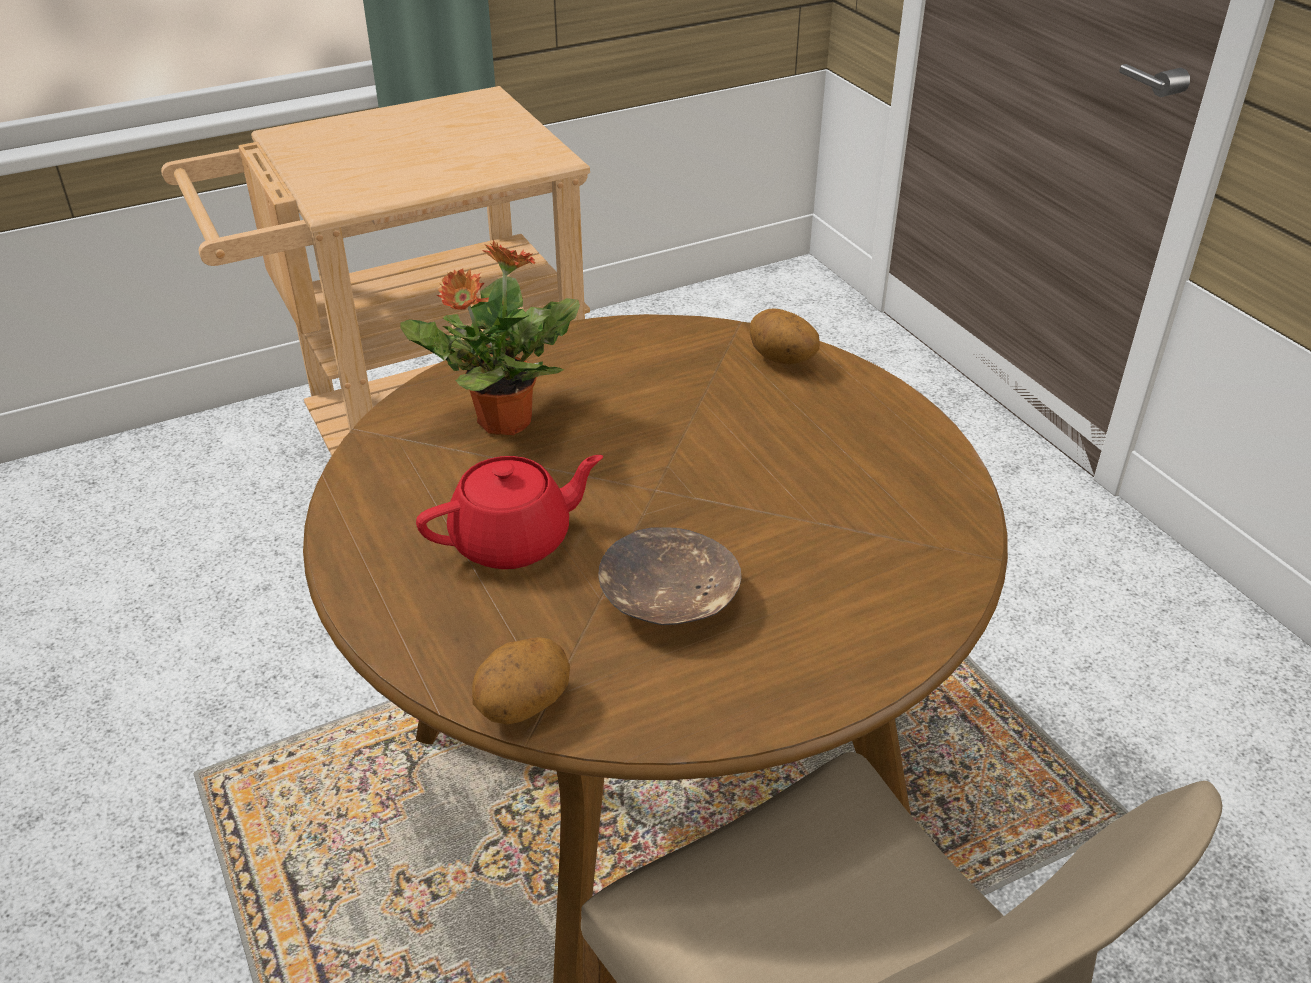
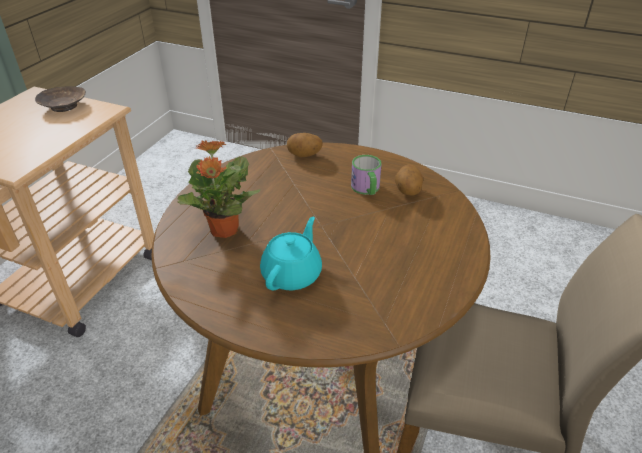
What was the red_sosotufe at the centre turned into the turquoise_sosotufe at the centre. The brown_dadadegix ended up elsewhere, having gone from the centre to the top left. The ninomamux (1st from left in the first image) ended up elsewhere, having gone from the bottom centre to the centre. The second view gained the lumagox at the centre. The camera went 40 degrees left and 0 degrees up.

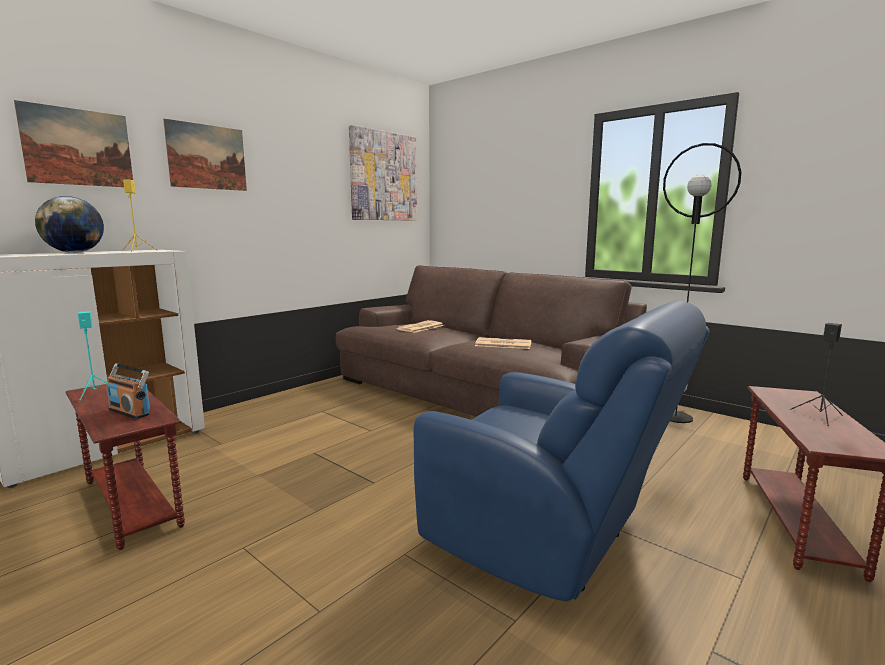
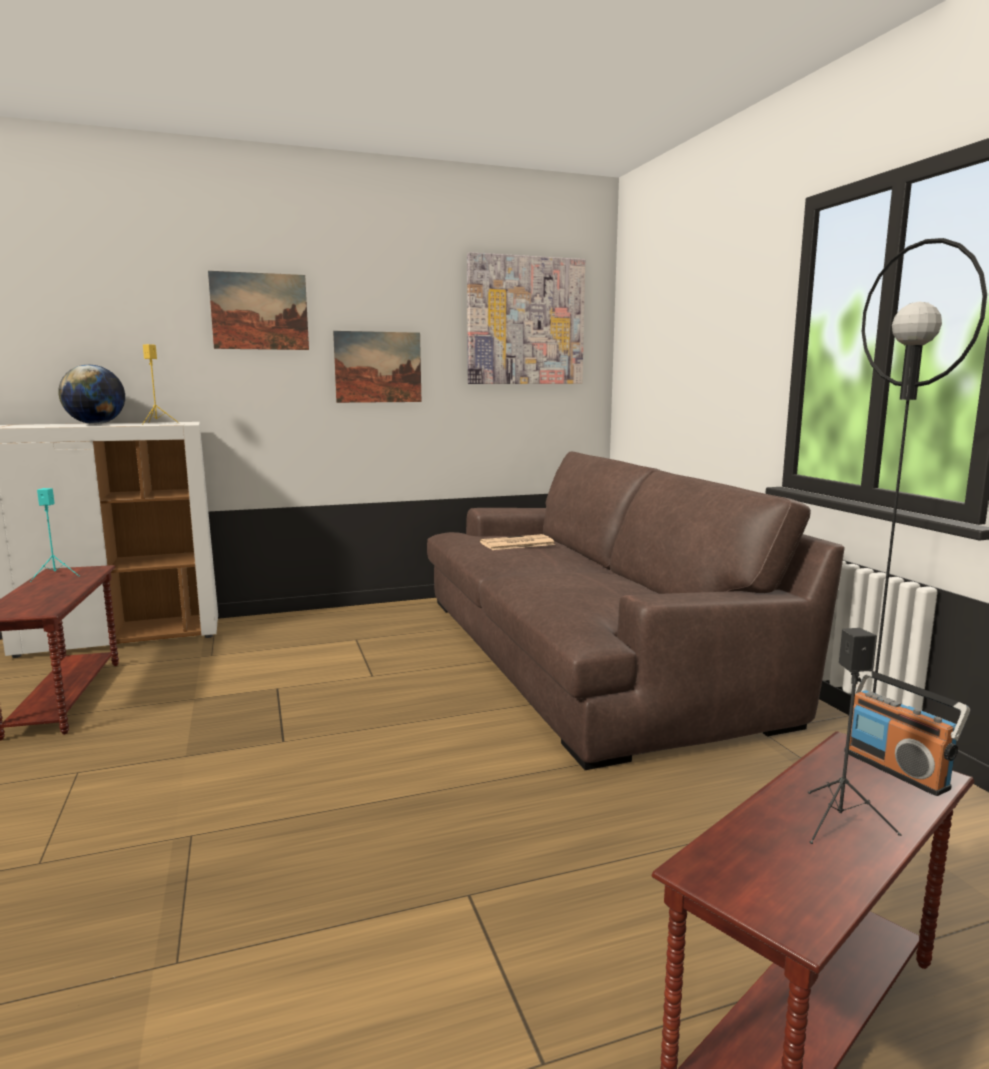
The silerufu (1st from left in the first image) ended up elsewhere, having gone from the top left to the centre. The second view lost the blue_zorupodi at the bottom centre. The second view lost the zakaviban (2nd from left) at the centre. The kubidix ended up elsewhere, having gone from the middle left to the bottom right. The camera went 30 degrees right and 0 degrees up.

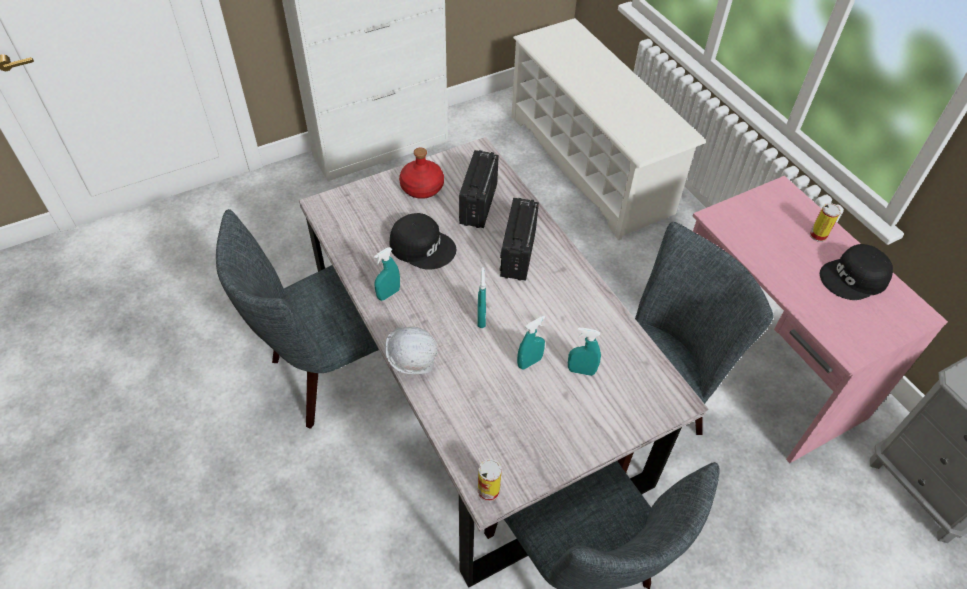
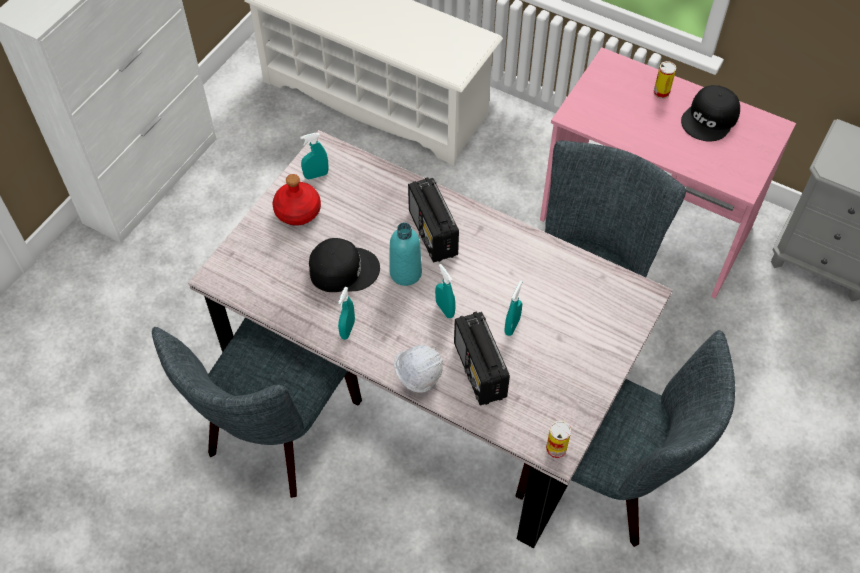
The kubidix (1st from left in the first image) ended up elsewhere, having gone from the top centre to the centre. The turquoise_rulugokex (4th from left in the first image) ended up elsewhere, having gone from the centre to the top centre. The second view gained the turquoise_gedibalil at the centre. The camera went 30 degrees left and 5 degrees up.

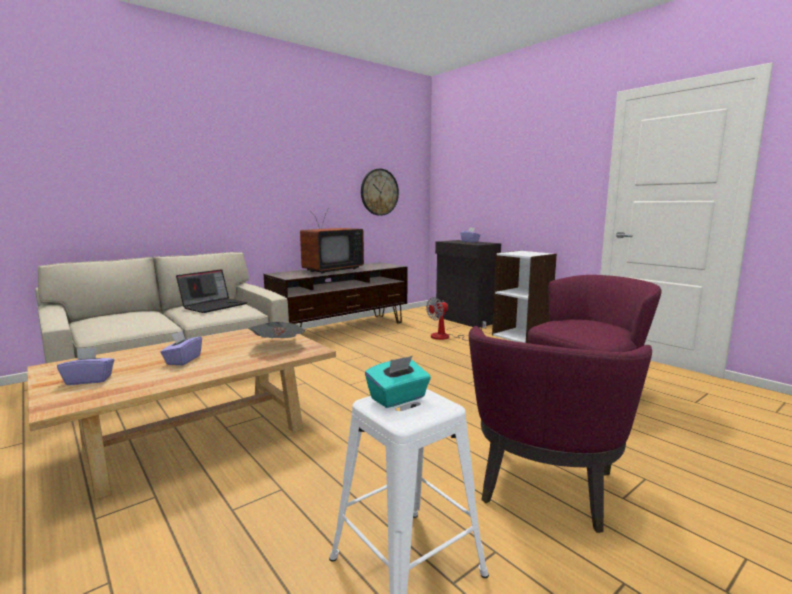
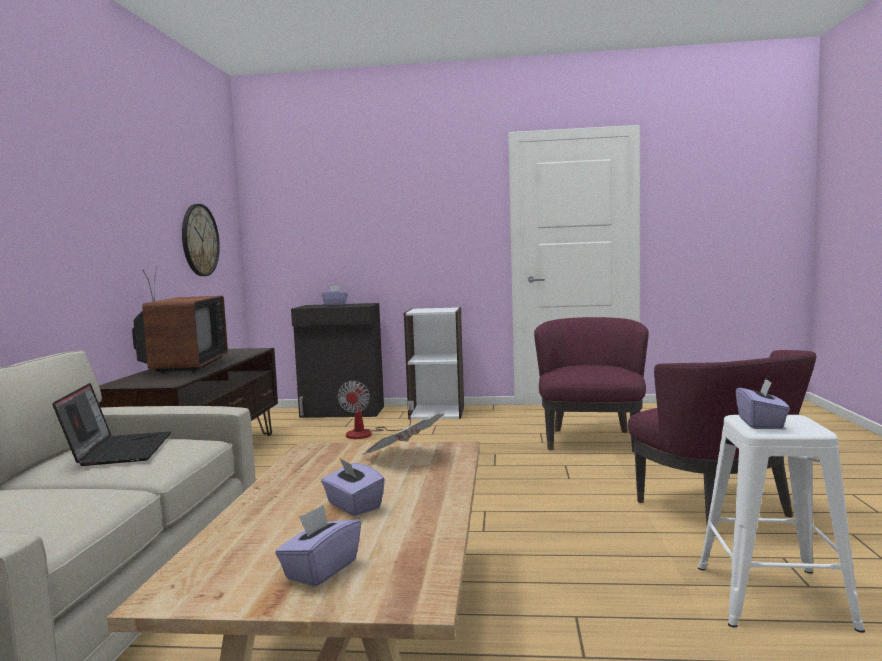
What was the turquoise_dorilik at the centre turned into the purple_dorilik (4th from left) at the middle right. The camera went 45 degrees left and 5 degrees down.

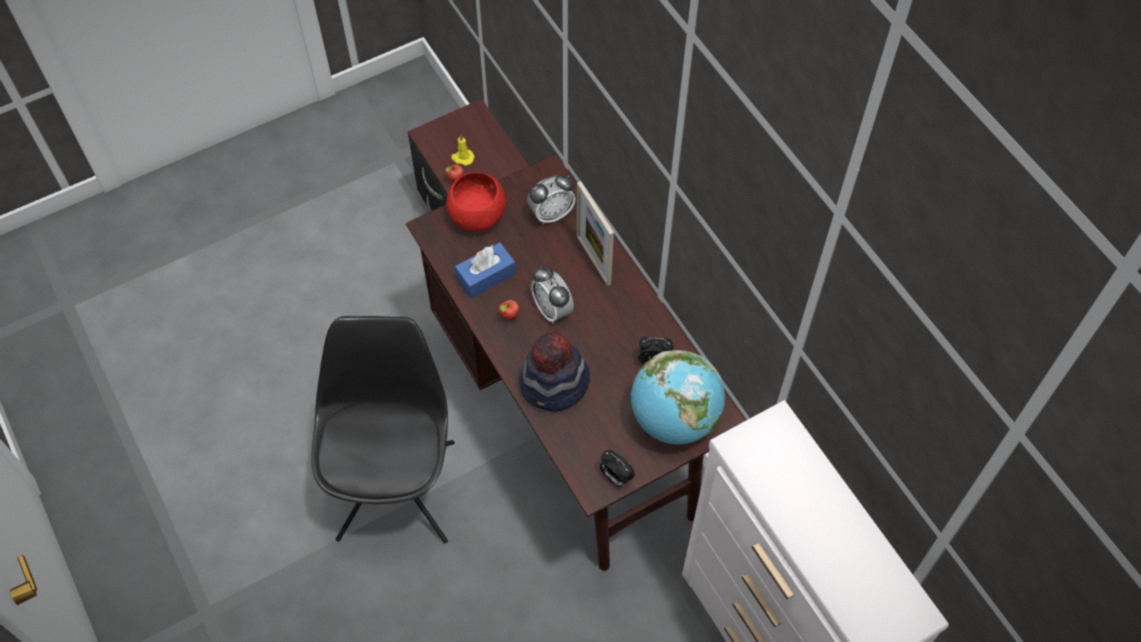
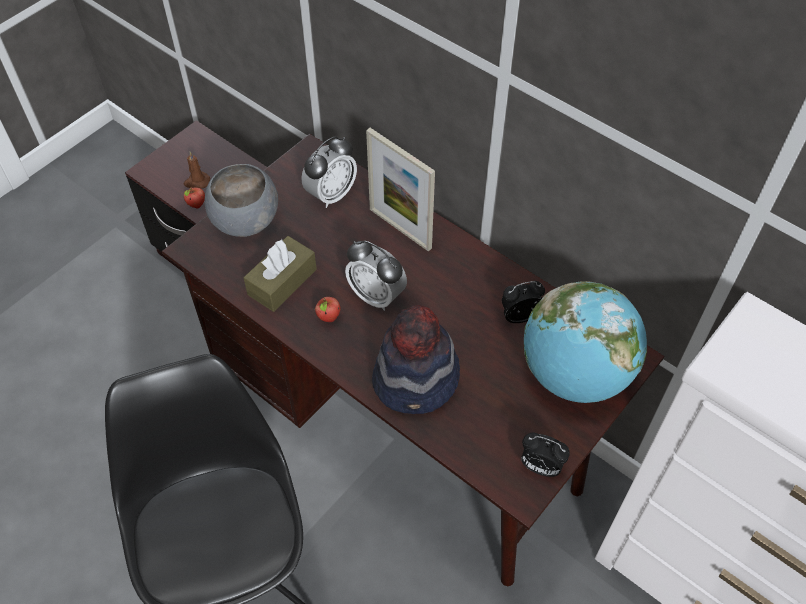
What was the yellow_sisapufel at the top centre turned into the brown_sisapufel at the top left. What was the red_dadadegix at the top centre turned into the grey_dadadegix at the top left. What was the blue_dorilik at the centre turned into the brown_dorilik at the centre. The camera went 20 degrees left and 5 degrees down.

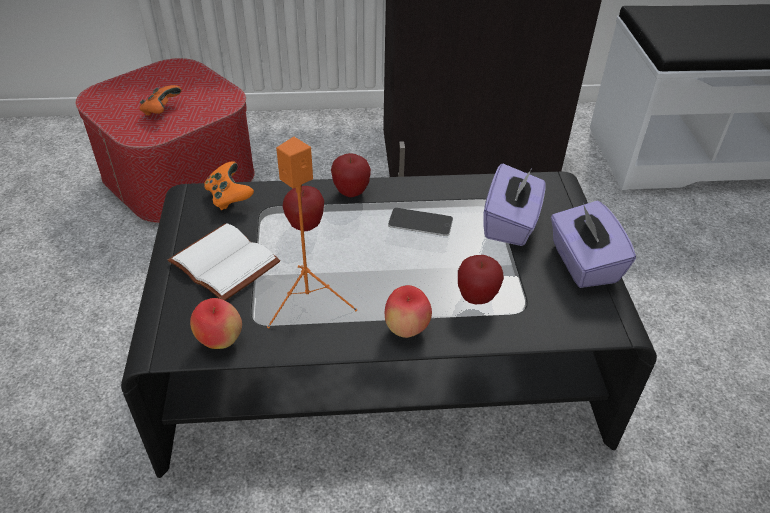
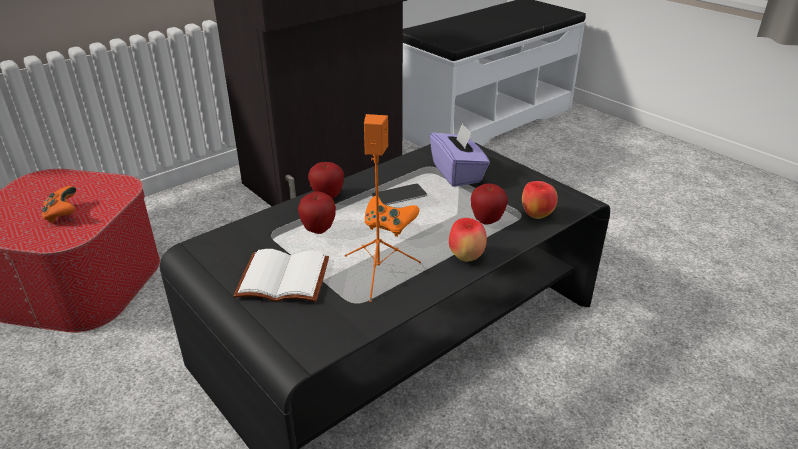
The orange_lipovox (2nd from left) ended up elsewhere, having gone from the middle left to the centre. The second view lost the purple_dorilik (2nd from left) at the middle right. The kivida (1st from left in the first image) ended up elsewhere, having gone from the middle left to the middle right. The camera went 35 degrees left and 10 degrees down.

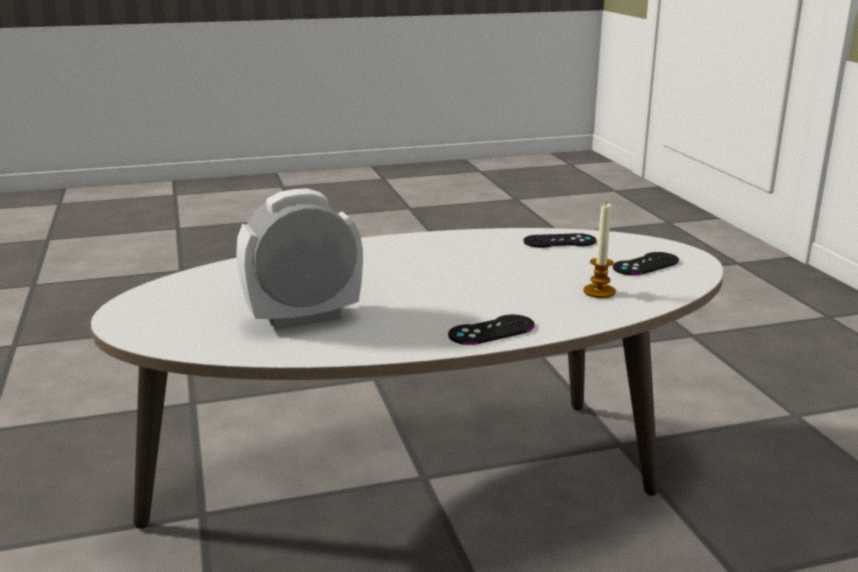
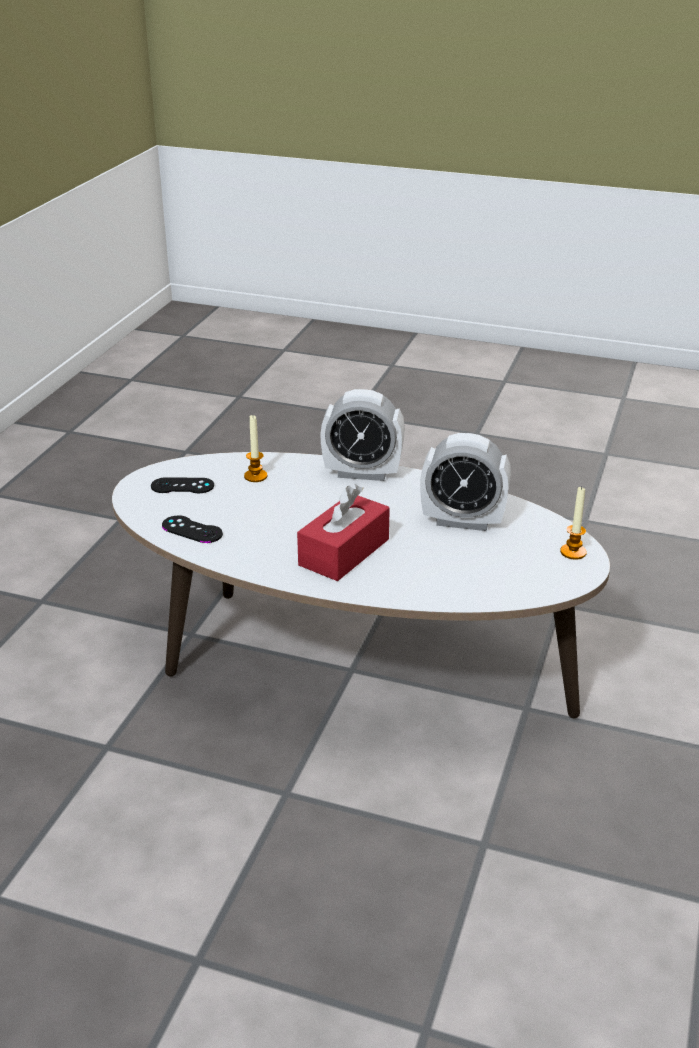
Where the black_lipovox (1st from left) stood at the centre, the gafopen (1st from left) came to stand at the centre. The second view gained the red_dorilik at the centre. The second view gained the sisapufel (2nd from left) at the middle right. The camera went 145 degrees left and 10 degrees up.

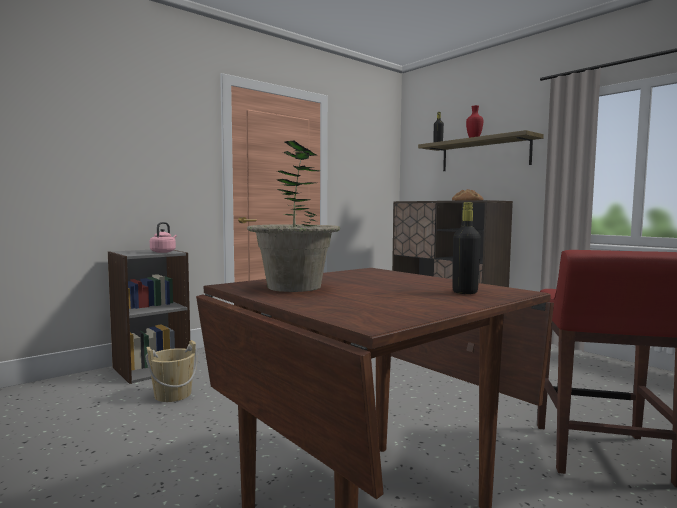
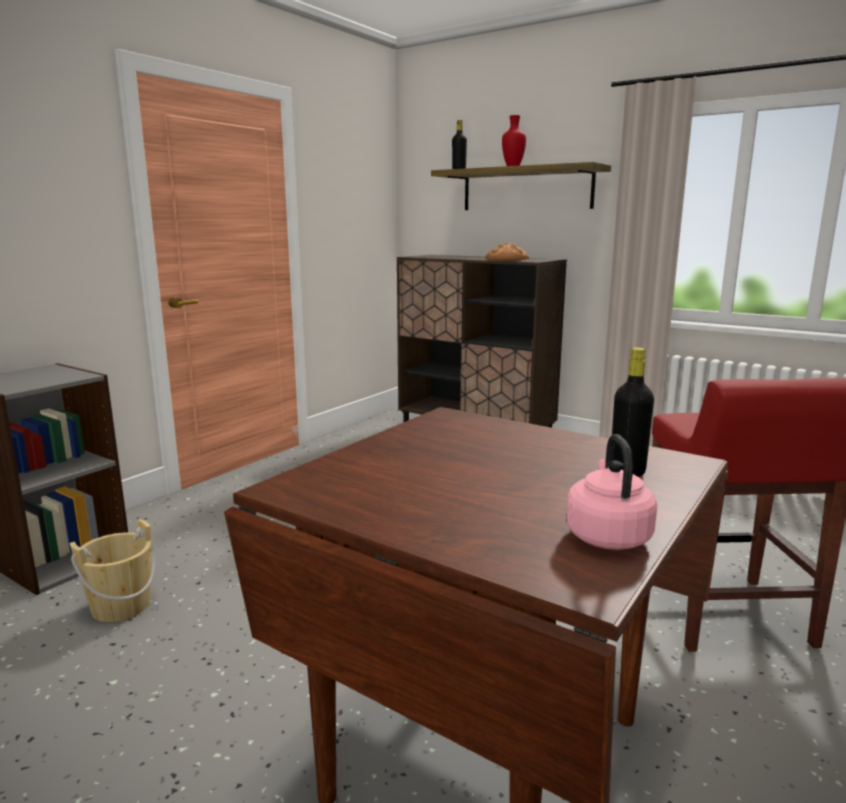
The second view lost the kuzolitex at the centre. The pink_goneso ended up elsewhere, having gone from the middle left to the middle right. The camera went 15 degrees left and 10 degrees up.

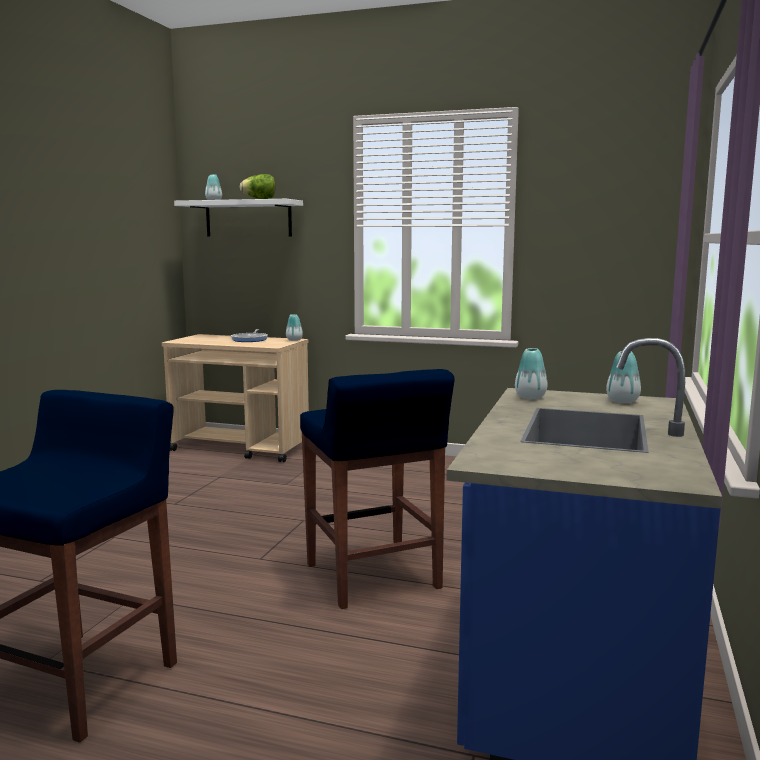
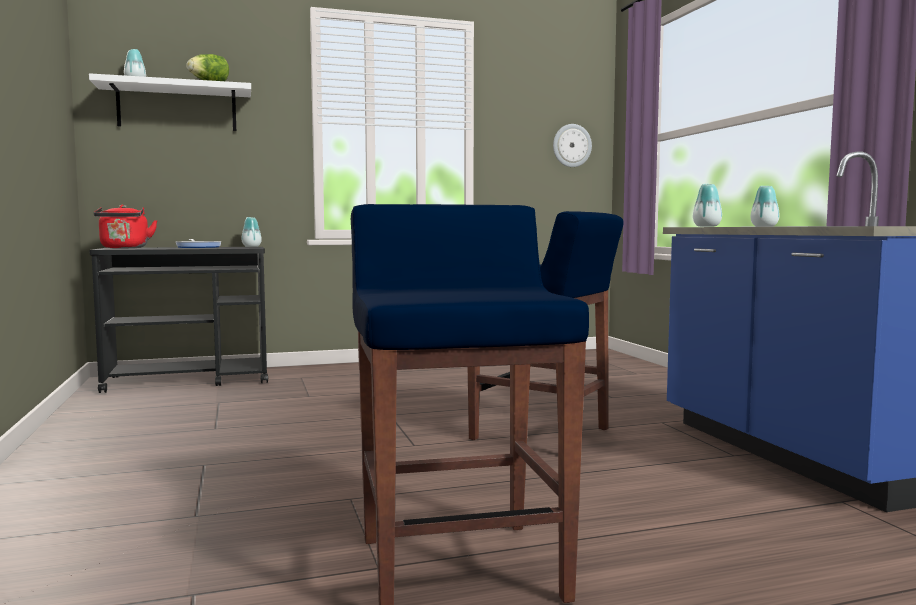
What was the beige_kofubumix at the middle left turned into the black_kofubumix at the middle left. The second view gained the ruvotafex at the top centre. The second view gained the red_goneso at the middle left. The camera went 35 degrees left and 5 degrees down.

